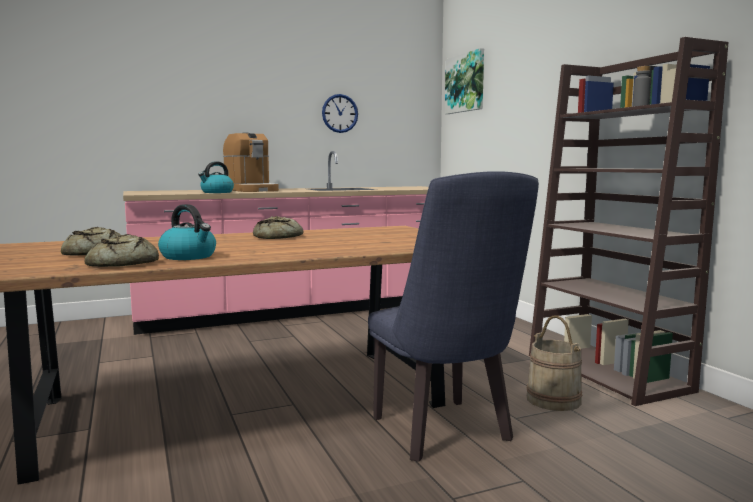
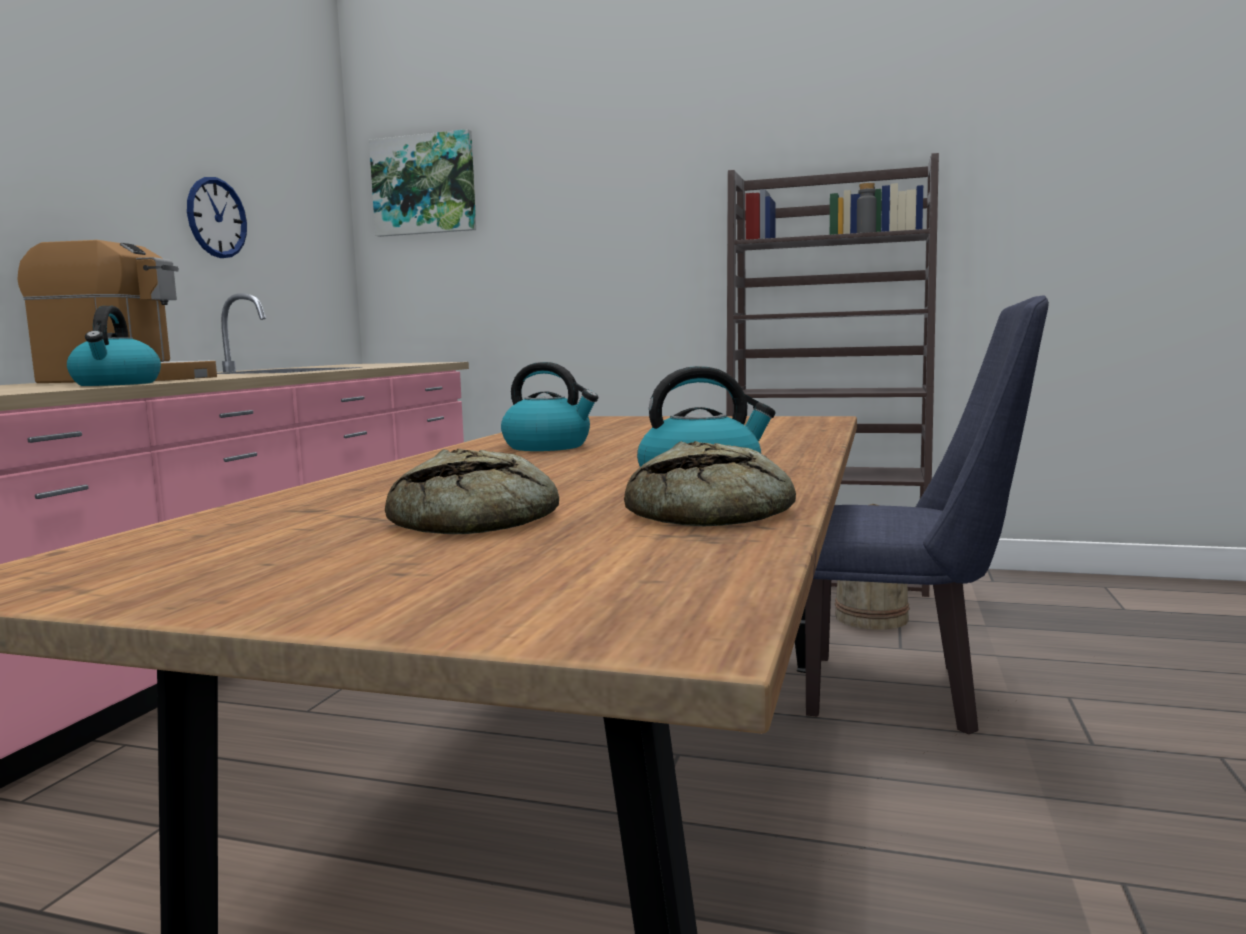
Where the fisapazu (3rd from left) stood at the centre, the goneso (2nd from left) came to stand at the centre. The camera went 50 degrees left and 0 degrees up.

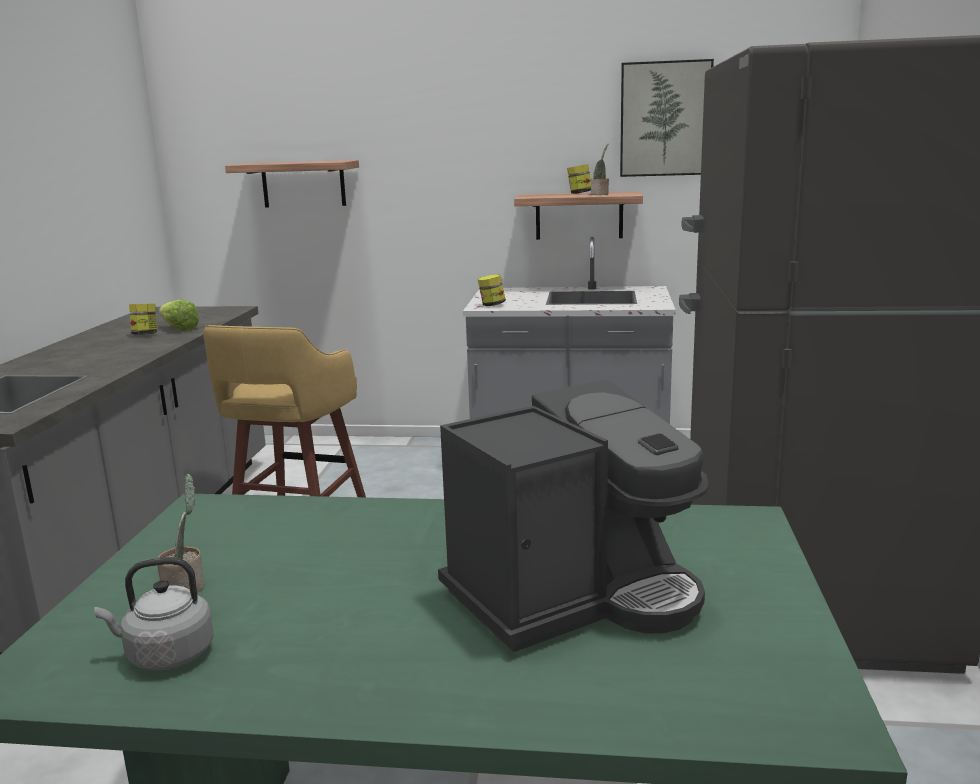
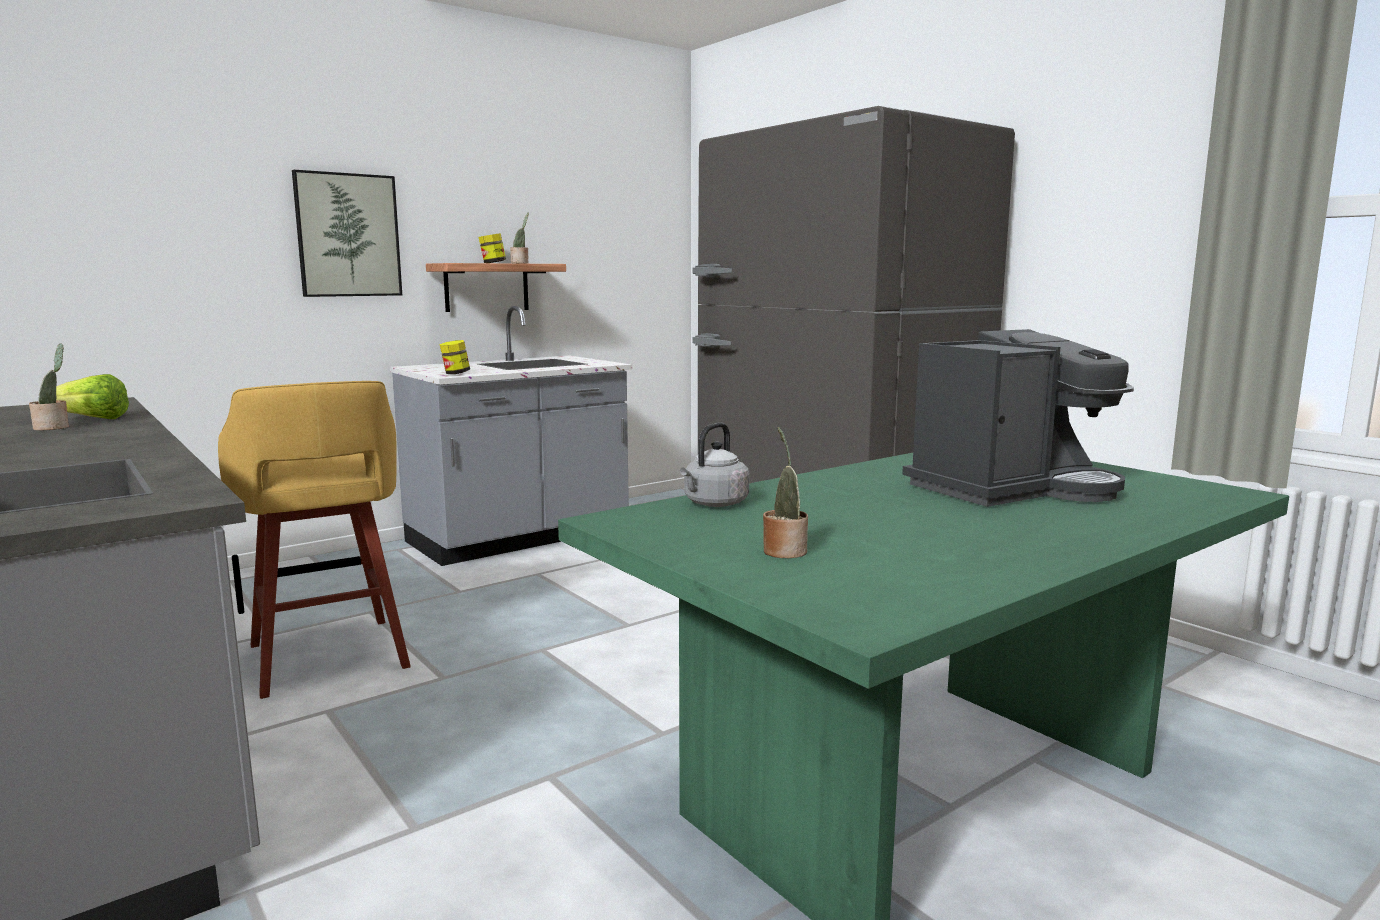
The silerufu ended up elsewhere, having gone from the top right to the top left. The second view lost the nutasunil (1st from left) at the top left. Where the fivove (1st from left) stood at the middle left, the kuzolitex (1st from left) came to stand at the middle left. The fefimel at the centre ended up facing another way, 45 degrees clockwise from before. The grey_goneso ended up elsewhere, having gone from the bottom left to the centre. The camera went 45 degrees left and 5 degrees down.

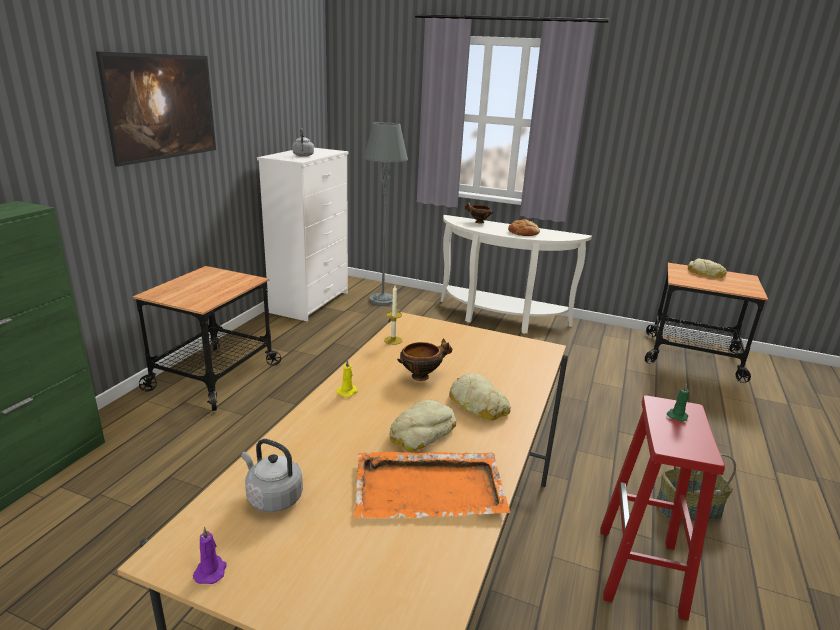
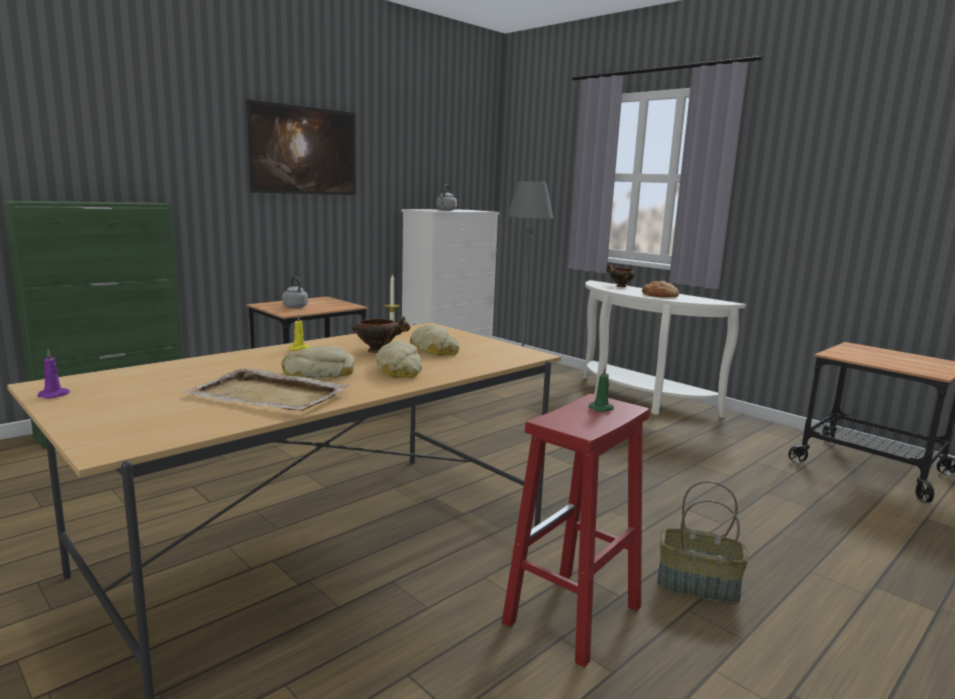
The fisapazu (4th from left in the first image) ended up elsewhere, having gone from the middle right to the centre. The grey_goneso (1st from left) ended up elsewhere, having gone from the bottom left to the middle left. What was the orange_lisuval at the bottom centre turned into the beige_lisuval at the middle left. The camera went 25 degrees right and 10 degrees down.

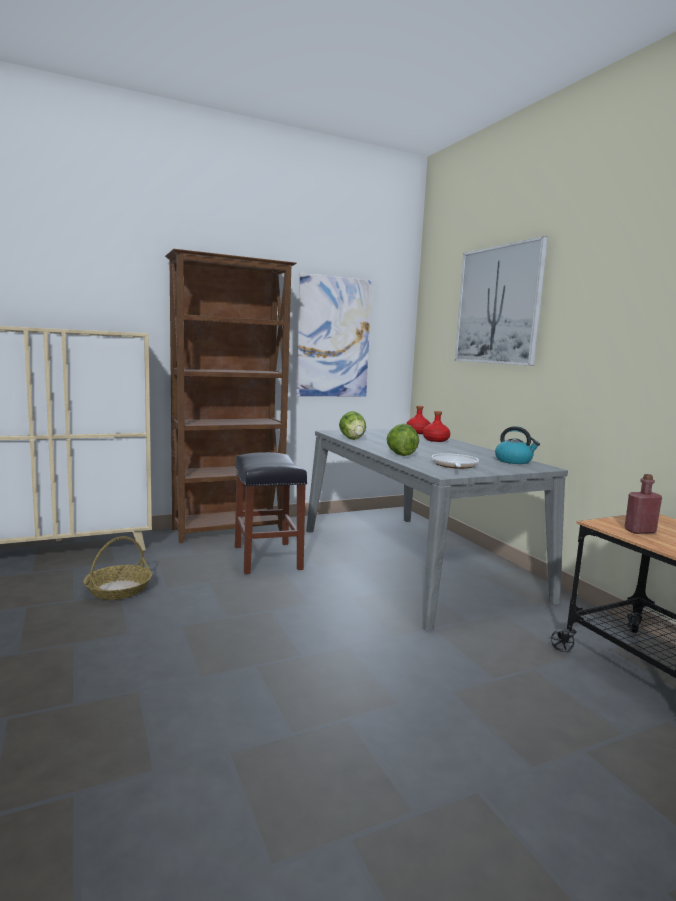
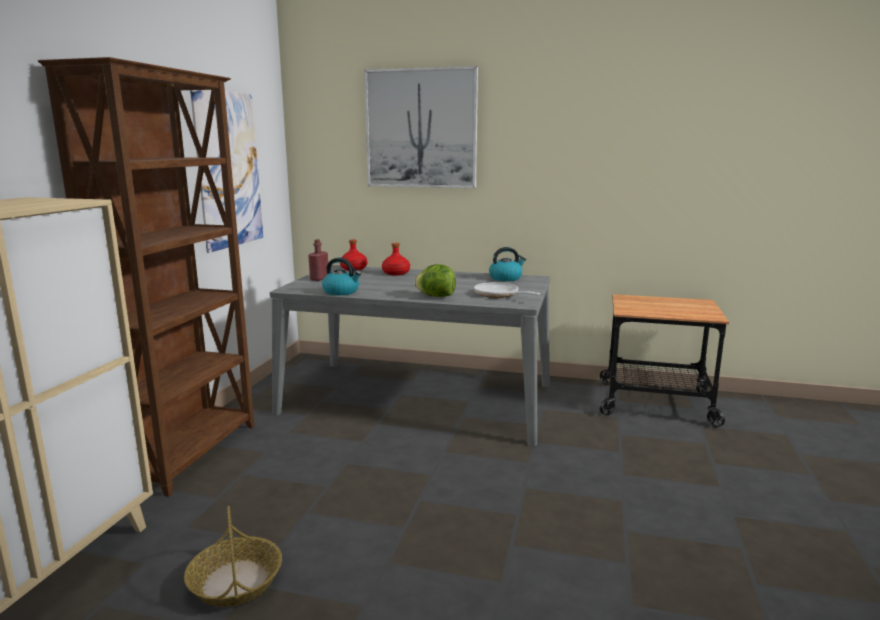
Where the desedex (1st from left) stood at the centre, the goneso (1st from left) came to stand at the centre. The second view lost the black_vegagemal at the centre. The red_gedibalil (3rd from left in the first image) ended up elsewhere, having gone from the middle right to the centre. The camera went 50 degrees left and 5 degrees up.

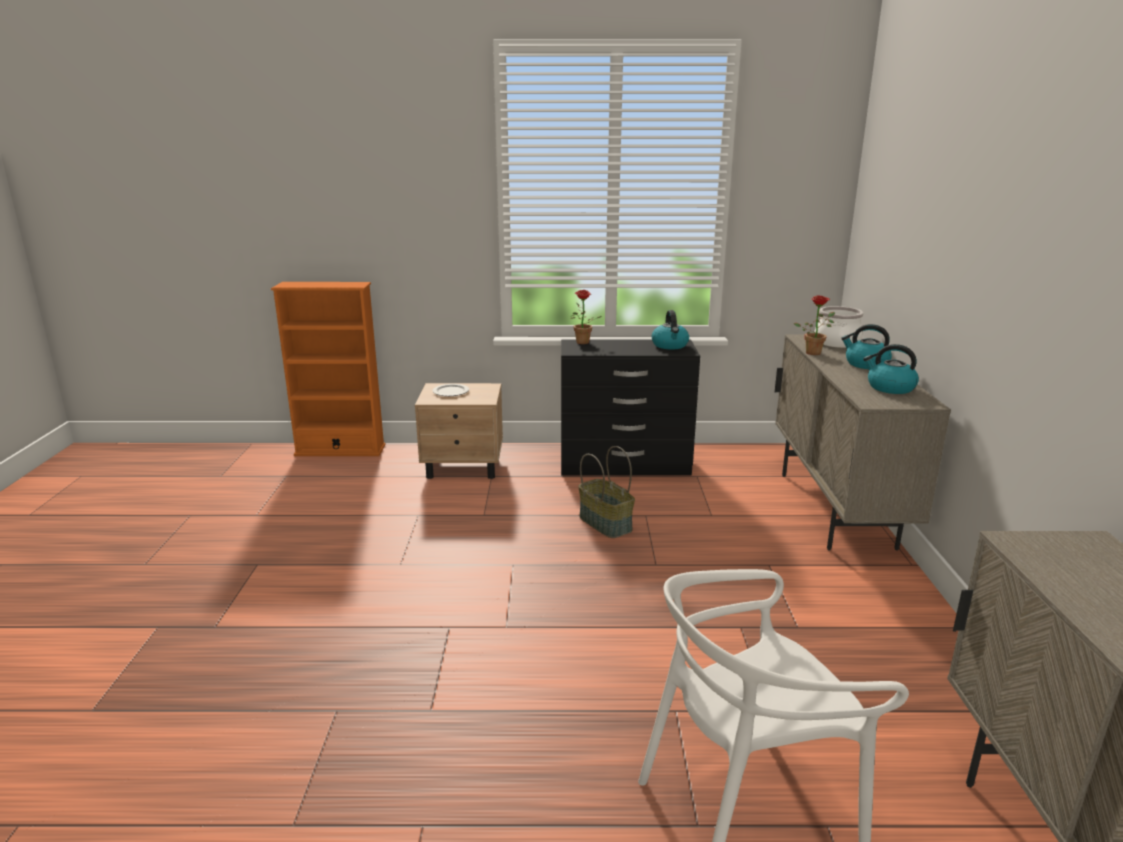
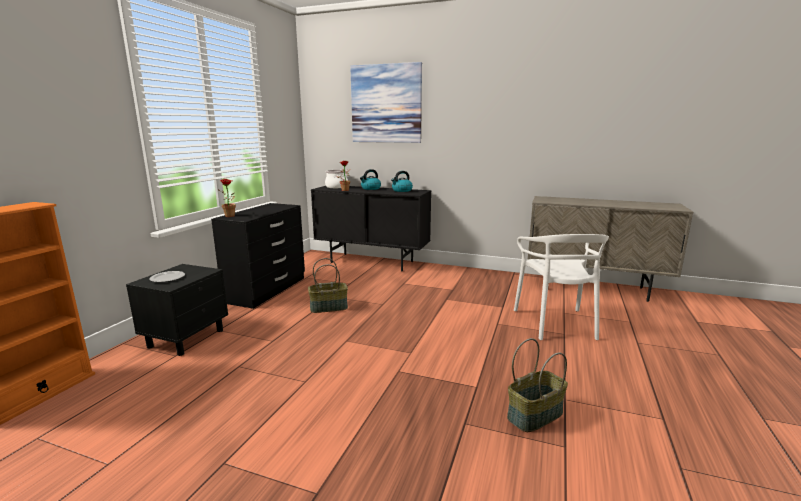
The second view lost the goneso (1st from left) at the centre. What was the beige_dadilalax (1st from left) at the middle right turned into the black_dadilalax at the centre. What was the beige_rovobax at the centre turned into the black_rovobax at the middle left. The second view gained the silerufu at the top centre. The second view gained the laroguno (2nd from left) at the bottom right. The camera went 70 degrees left and 5 degrees down.

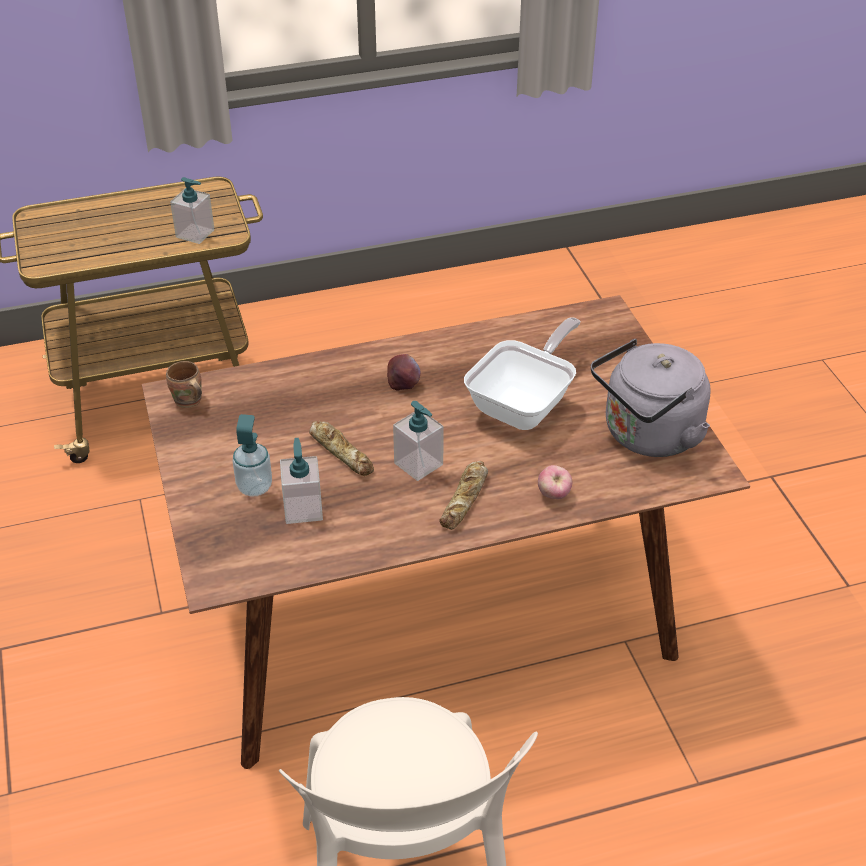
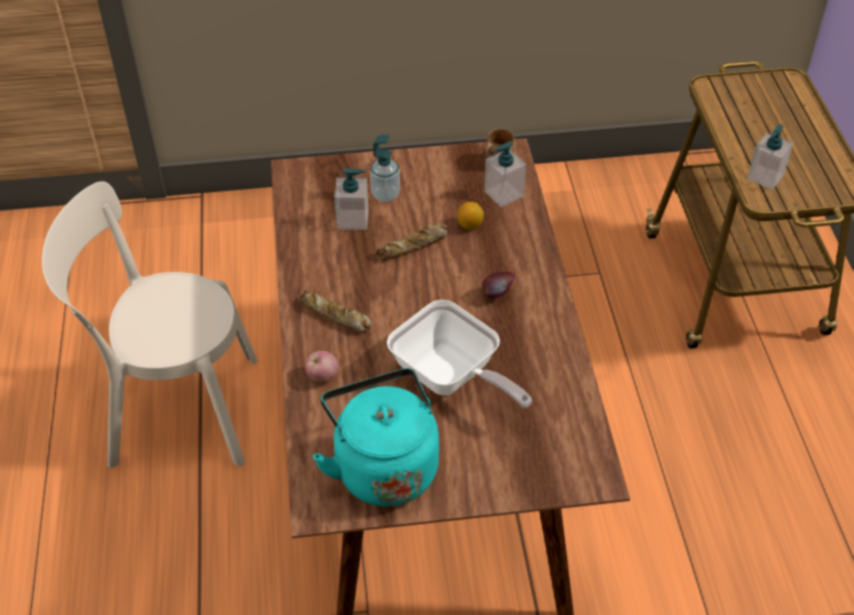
What was the grey_goneso at the middle right turned into the turquoise_goneso at the bottom centre. The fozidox (4th from left in the first image) ended up elsewhere, having gone from the centre to the top centre. The second view gained the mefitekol at the centre. The camera went 100 degrees right and 5 degrees up.

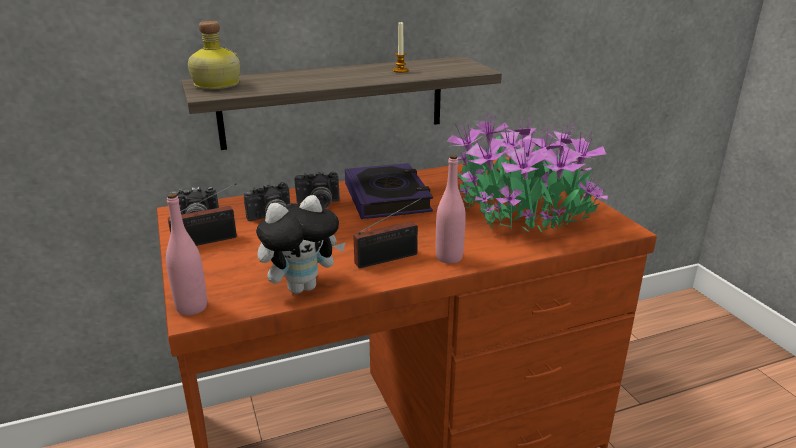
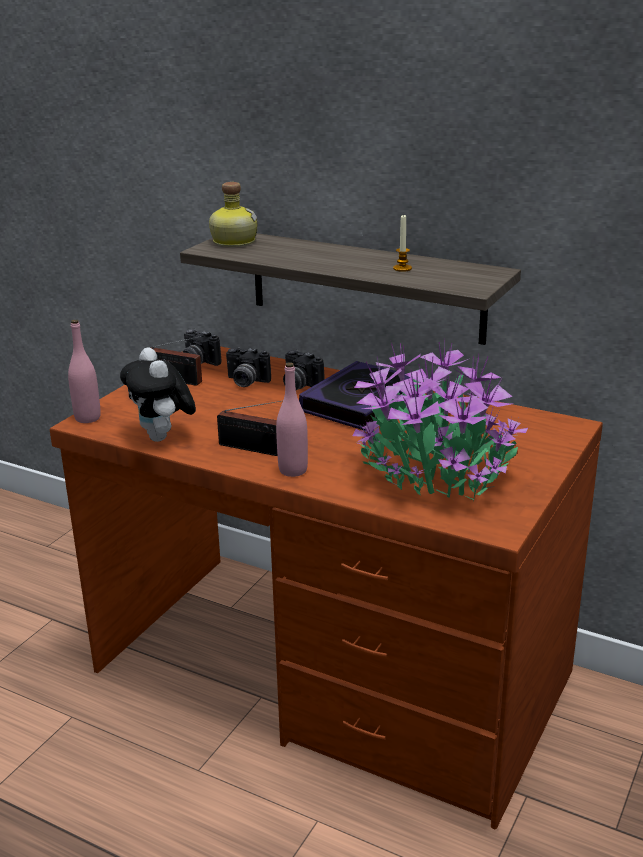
The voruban at the centre ended up facing another way, 45 degrees clockwise from before. The camera went 50 degrees right and 0 degrees up.

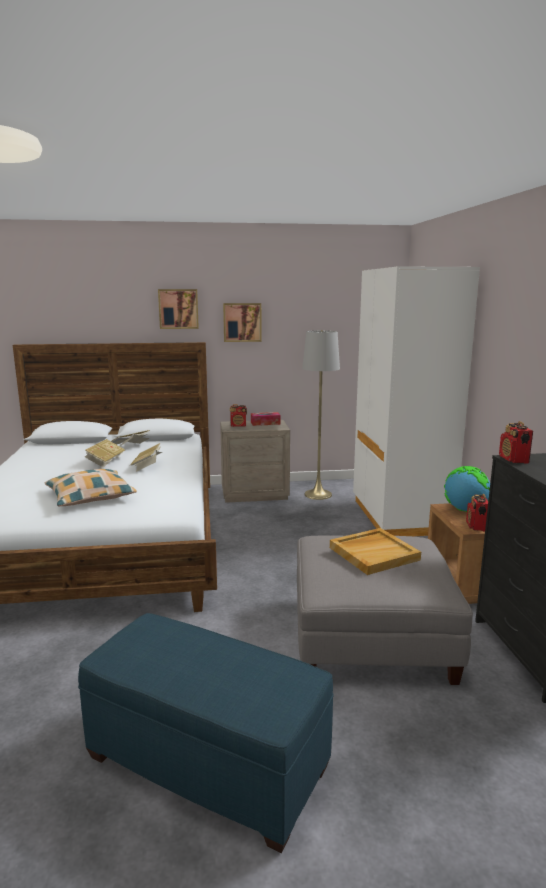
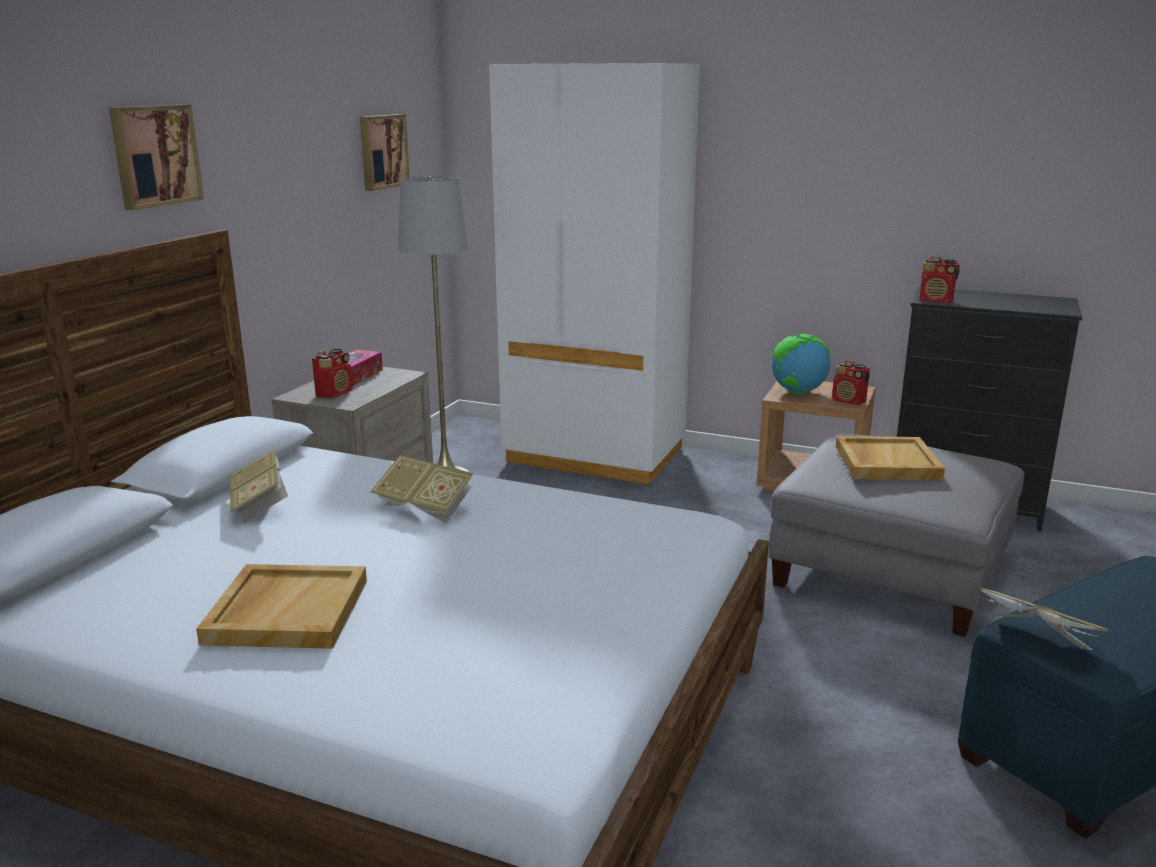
The silerufu (2nd from left) ended up elsewhere, having gone from the centre to the top left. The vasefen (1st from left in the first image) ended up elsewhere, having gone from the middle left to the bottom right. The second view lost the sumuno at the middle left. The second view gained the beige_lisuval (1st from left) at the bottom left. The camera went 60 degrees left and 5 degrees up.

